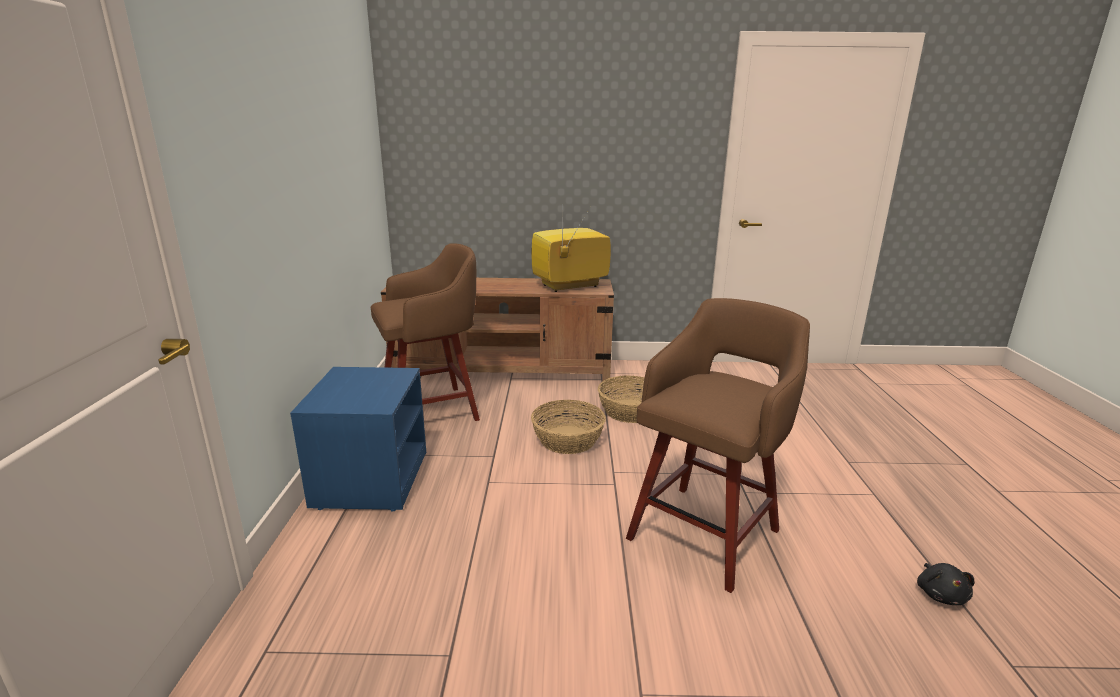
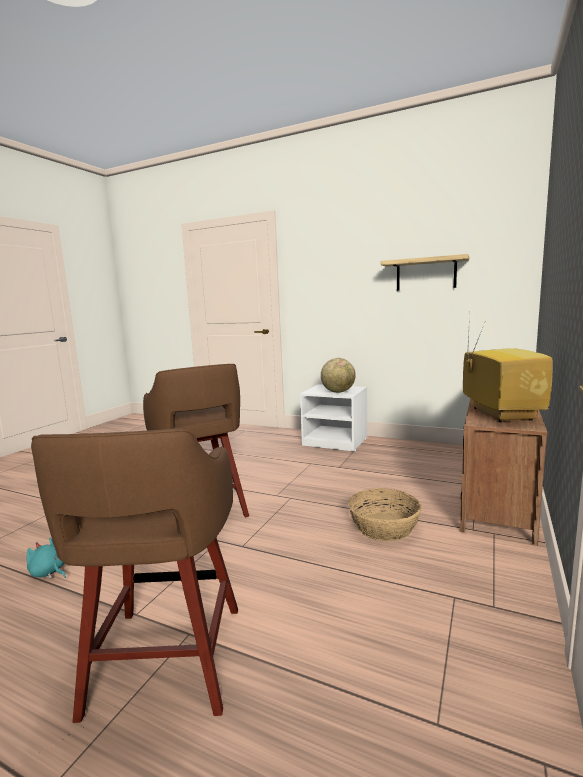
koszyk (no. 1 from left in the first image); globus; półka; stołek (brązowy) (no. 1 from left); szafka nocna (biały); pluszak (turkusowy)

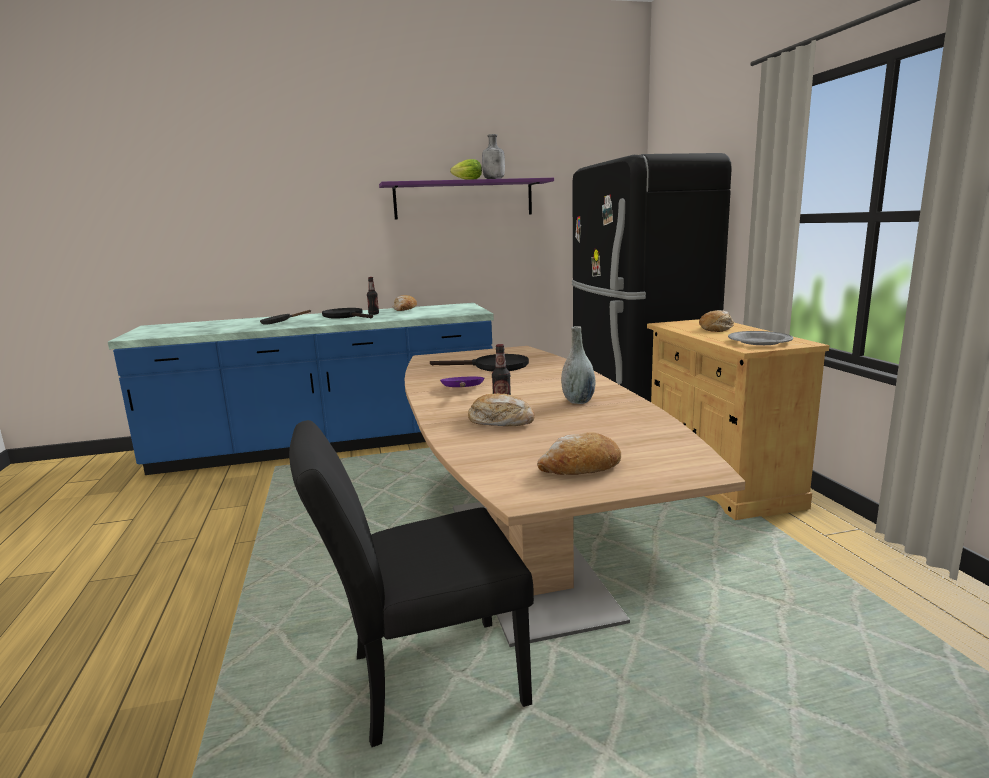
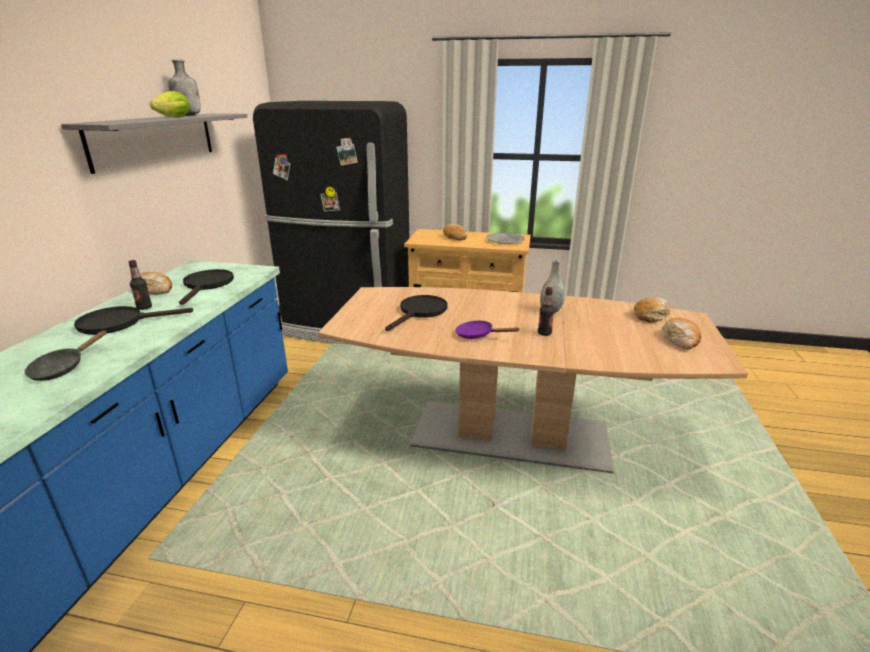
krzesło (czarny); patelnia (czarny) (no. 3 from left); chleb (no. 3 from left); półka (szary)

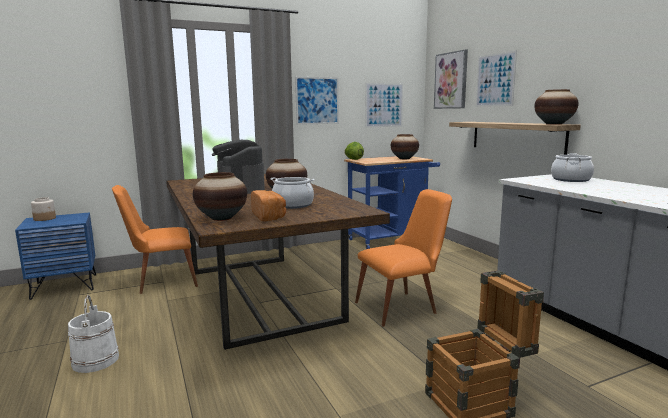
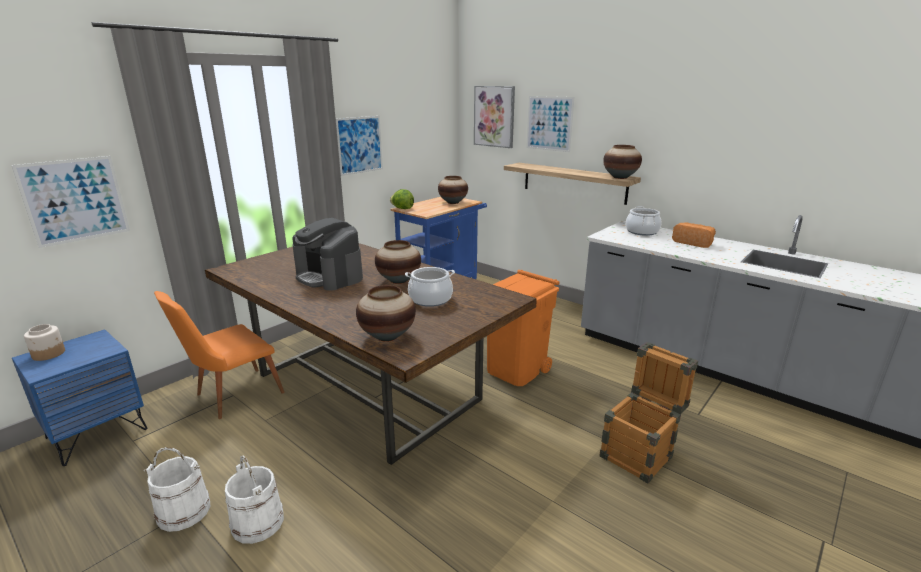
wiadro (biały) (no. 1 from left); chleb; obraz (no. 1 from left); kosz na śmieci (pomarańczowy)

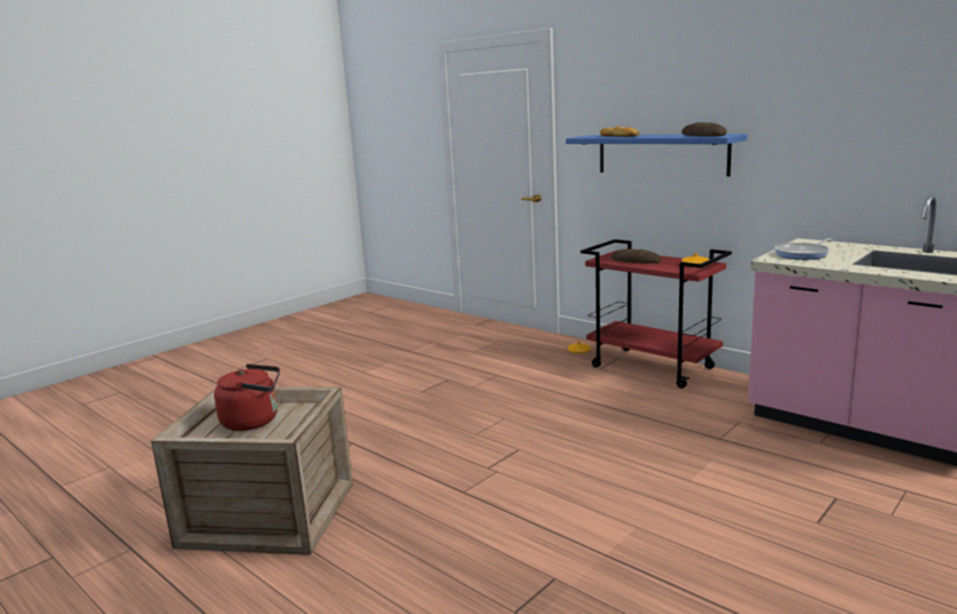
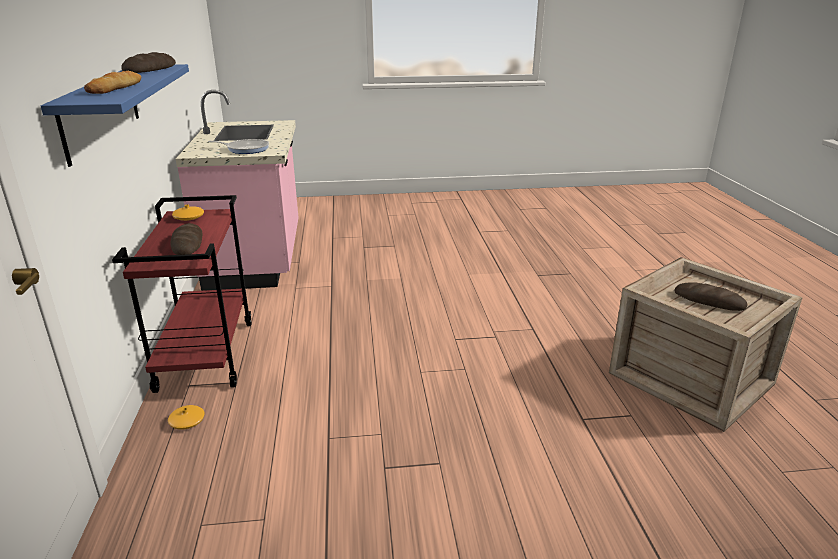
chleb (no. 4 from left)

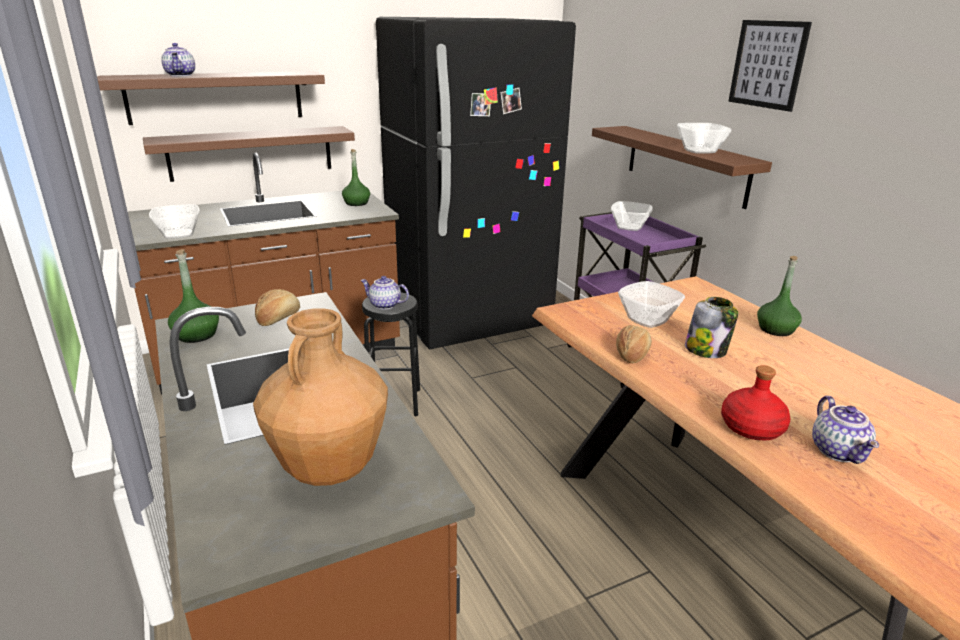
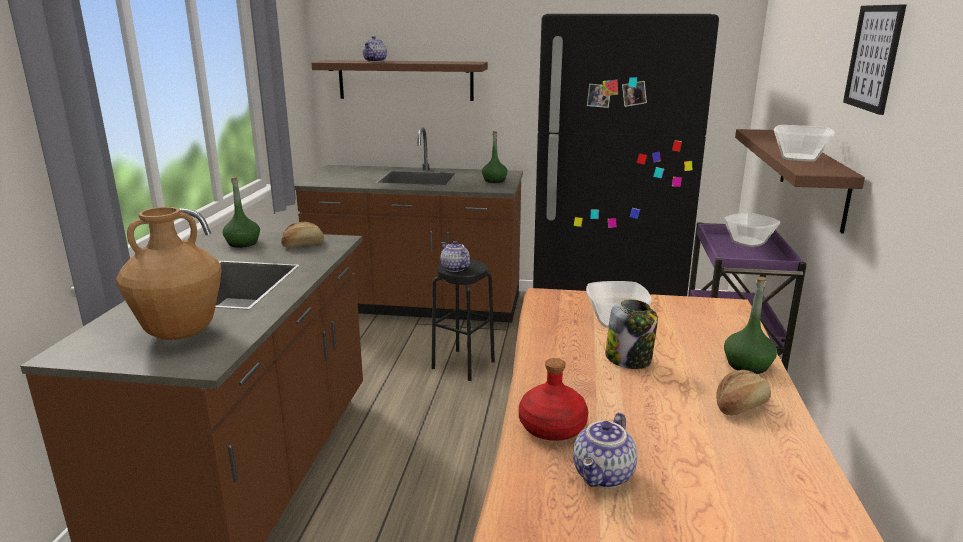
półka (brązowy) (no. 2 from left in the first image); miska (no. 1 from left in the first image); chleb (no. 2 from left)

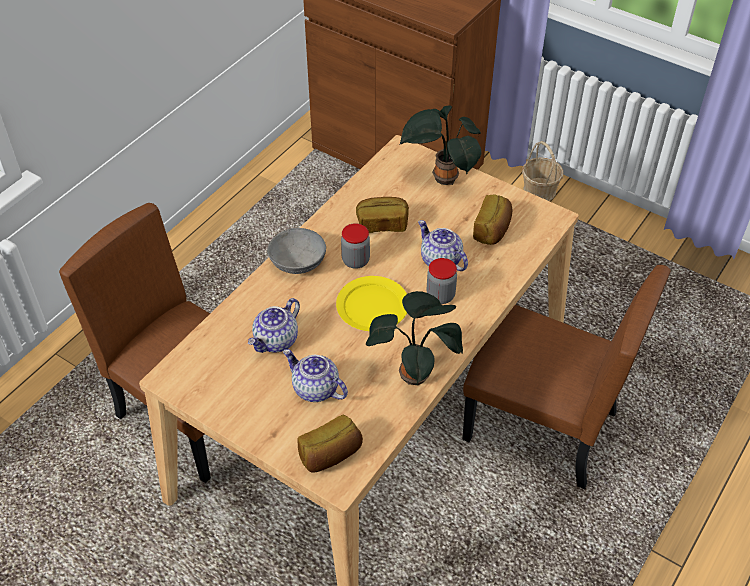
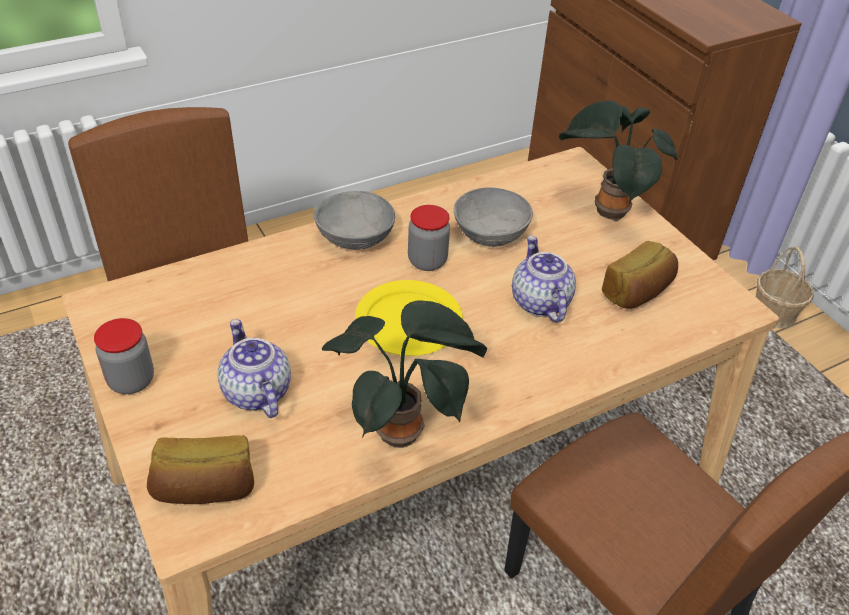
imbryk (no. 1 from left in the first image); słoik (no. 1 from left); miska (szary) (no. 2 from left)

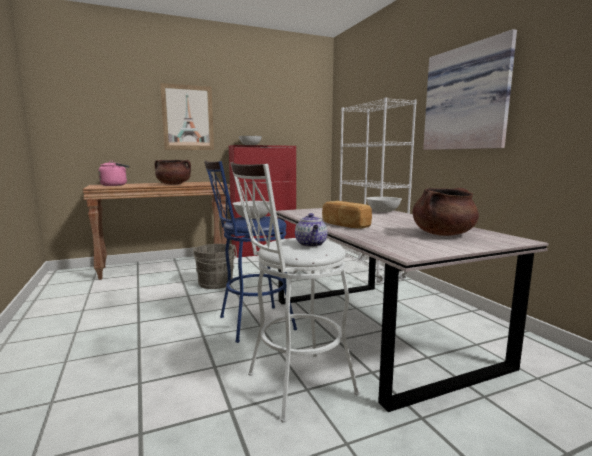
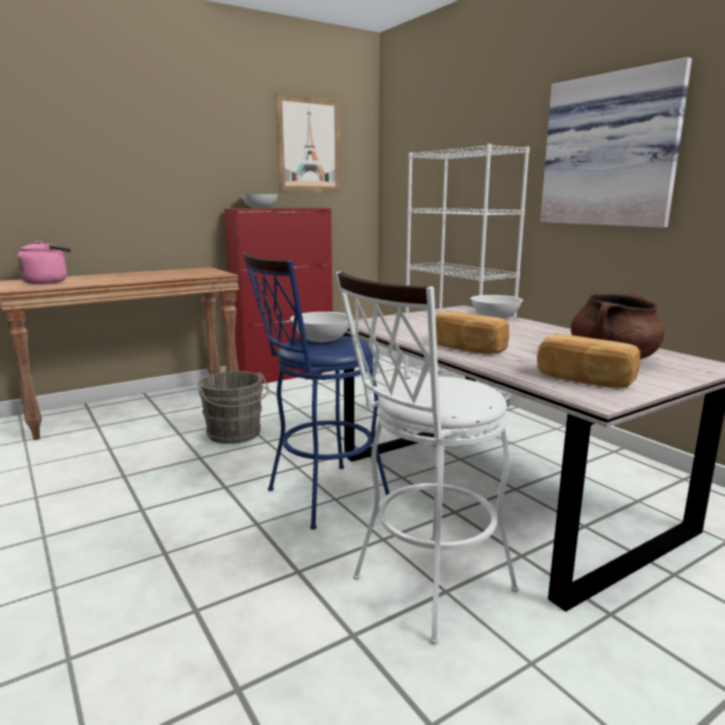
garnek (brązowy) (no. 1 from left in the first image); imbryk; chleb (no. 2 from left); obraz (no. 1 from left)

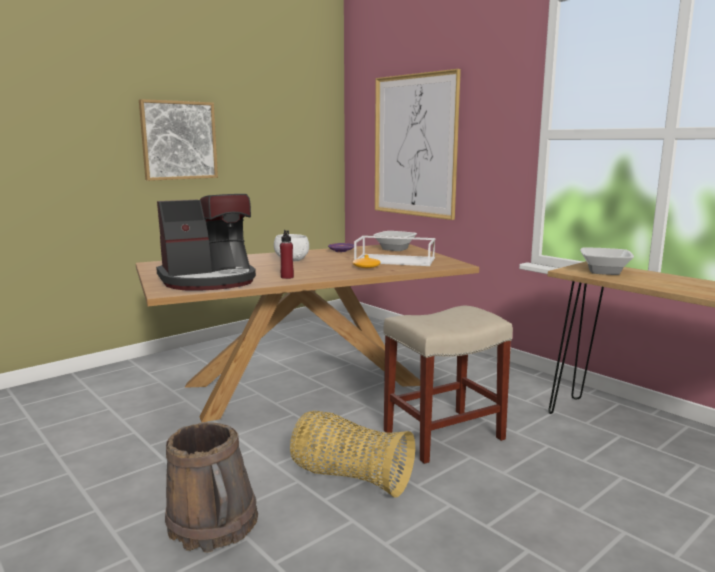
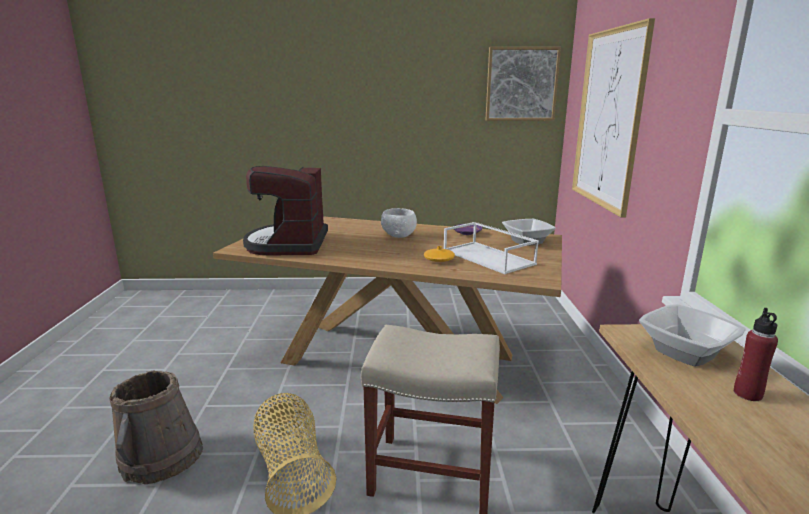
obraz (no. 1 from left); butelka (czerwony); ekspres do kawy

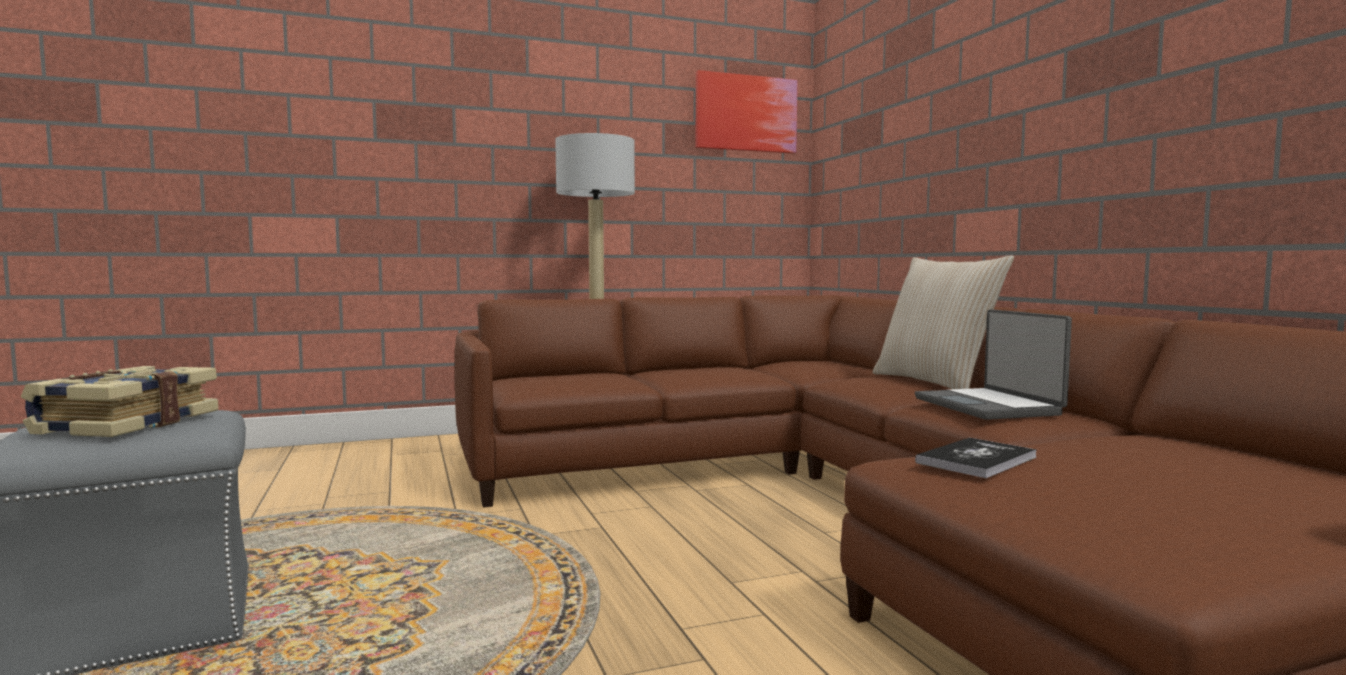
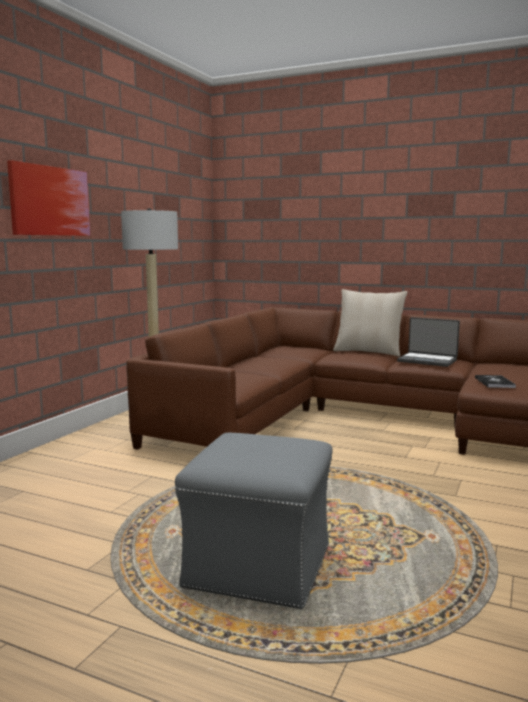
książka (no. 1 from left in the first image); obraz

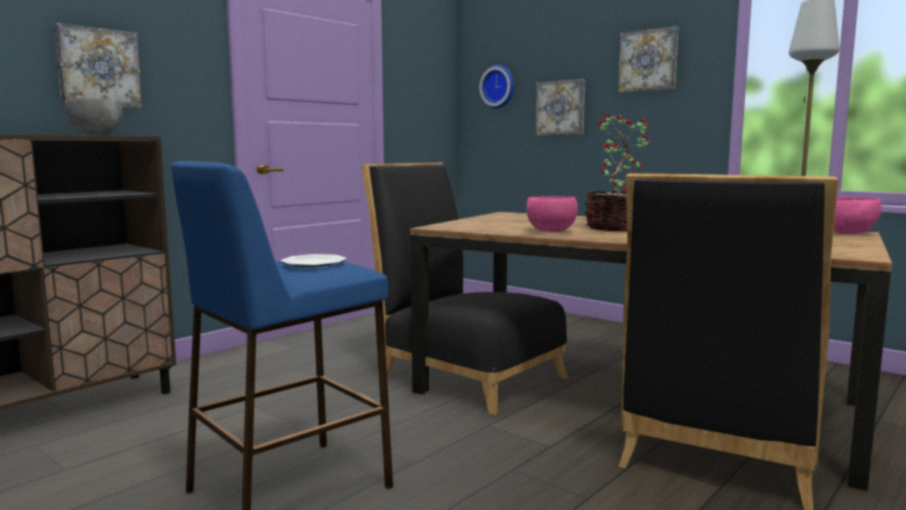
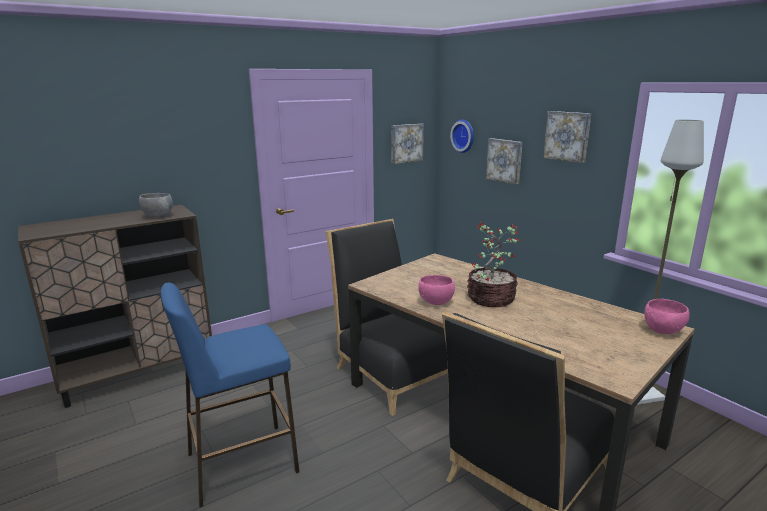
talerz; obraz (no. 1 from left)

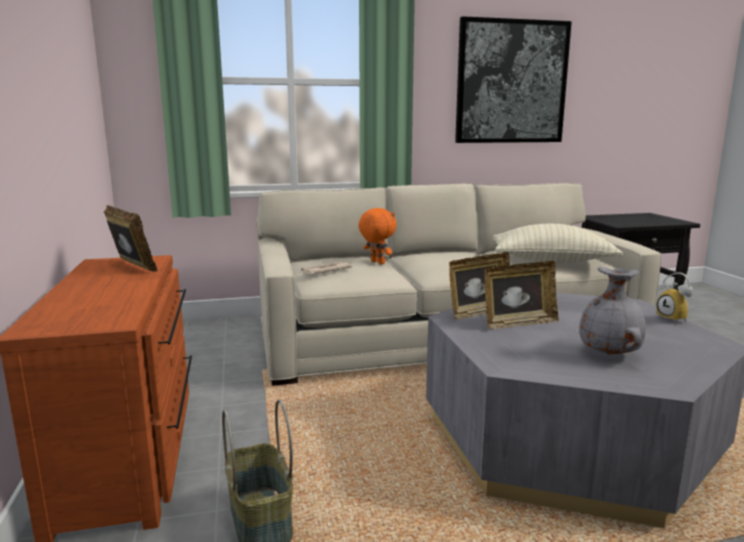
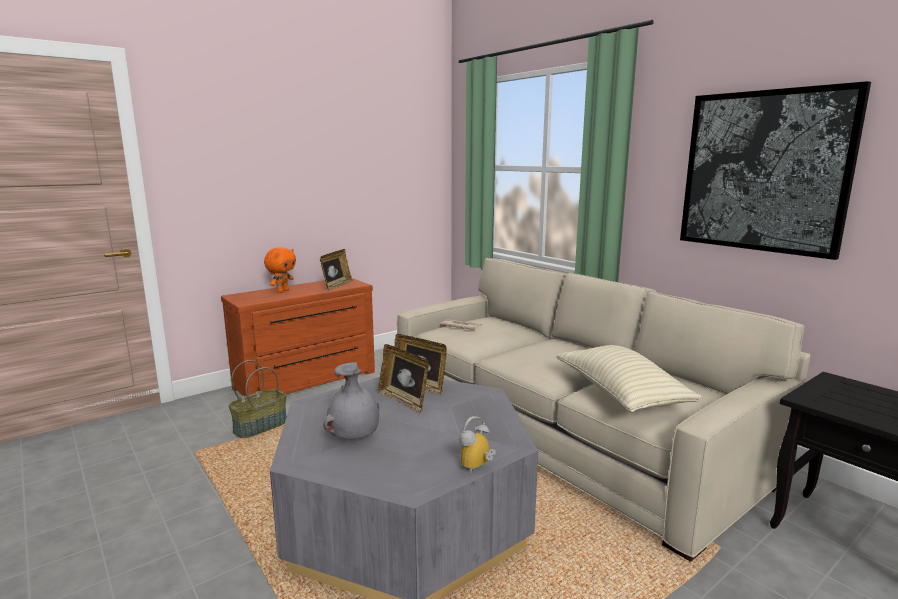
pluszak (pomarańczowy)

